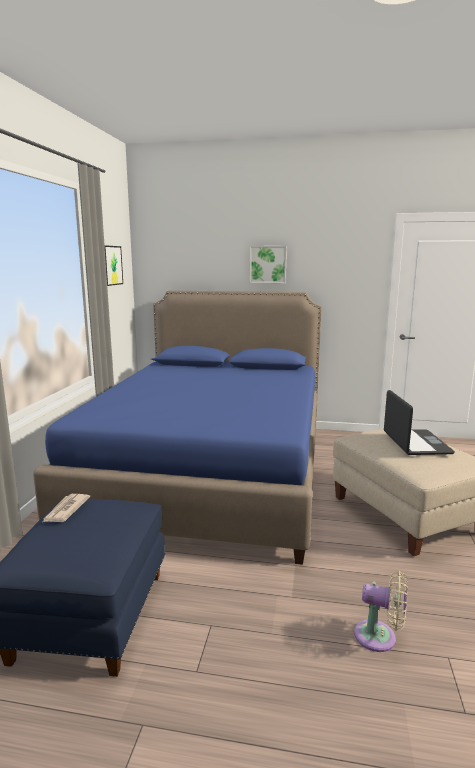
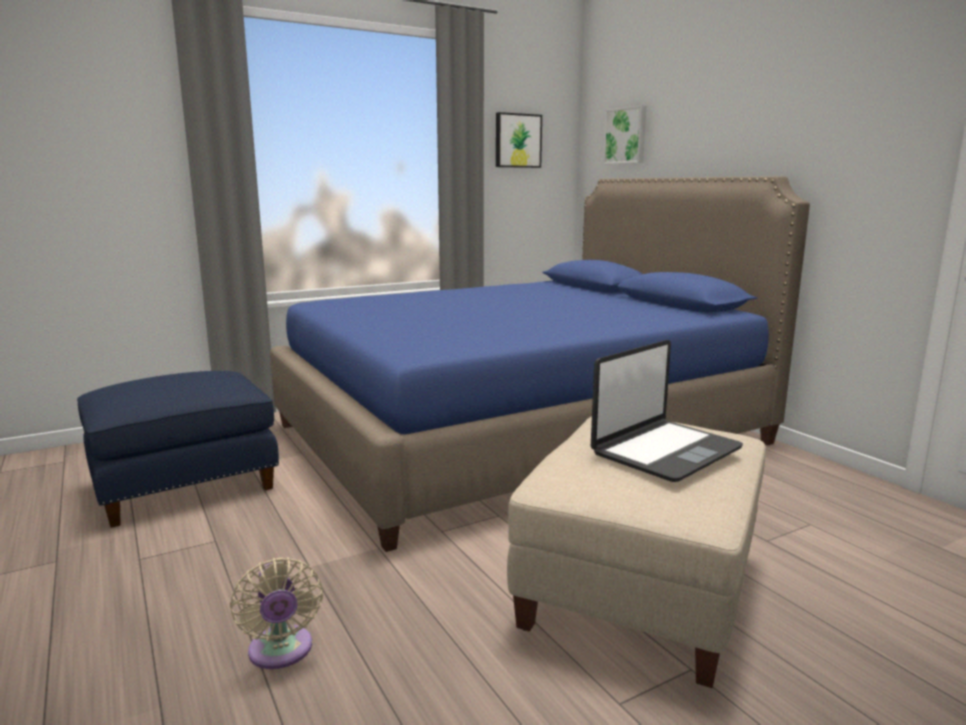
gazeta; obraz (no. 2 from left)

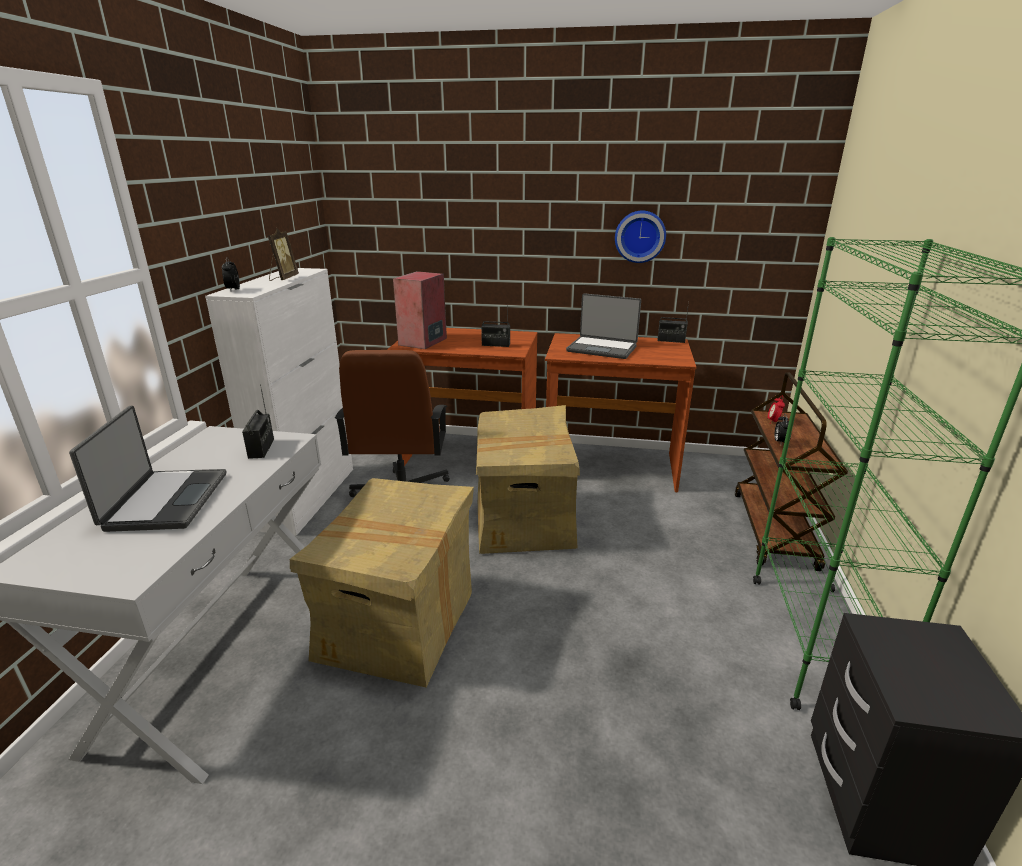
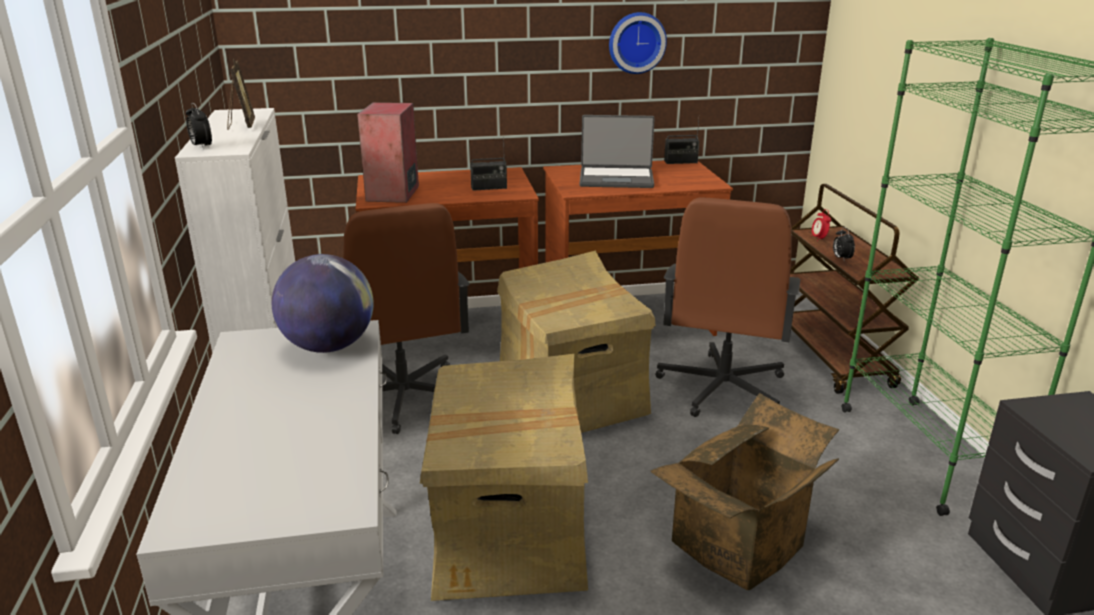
laptop (no. 1 from left in the first image); karton (no. 3 from left); krzesło biurowe (brązowy) (no. 2 from left); globus

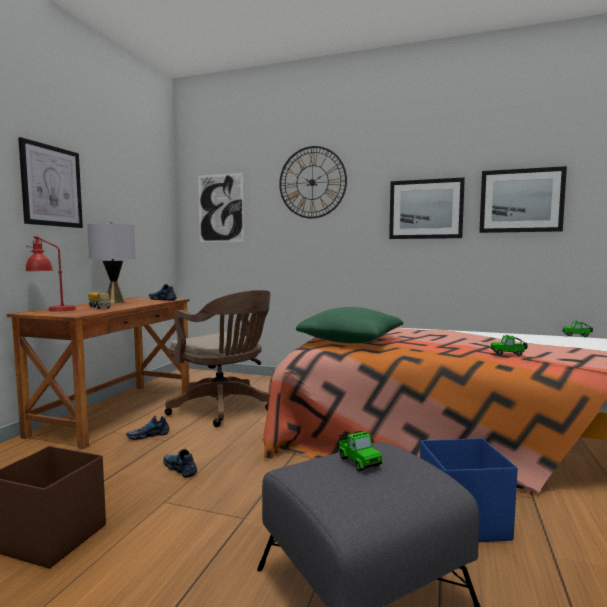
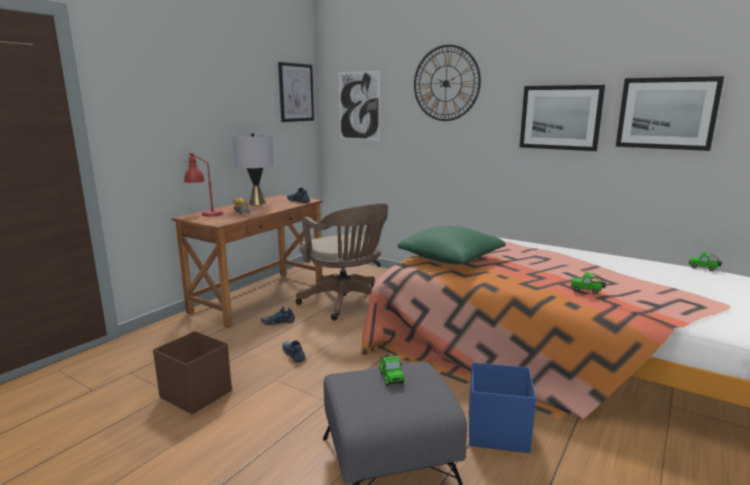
obraz (no. 1 from left)

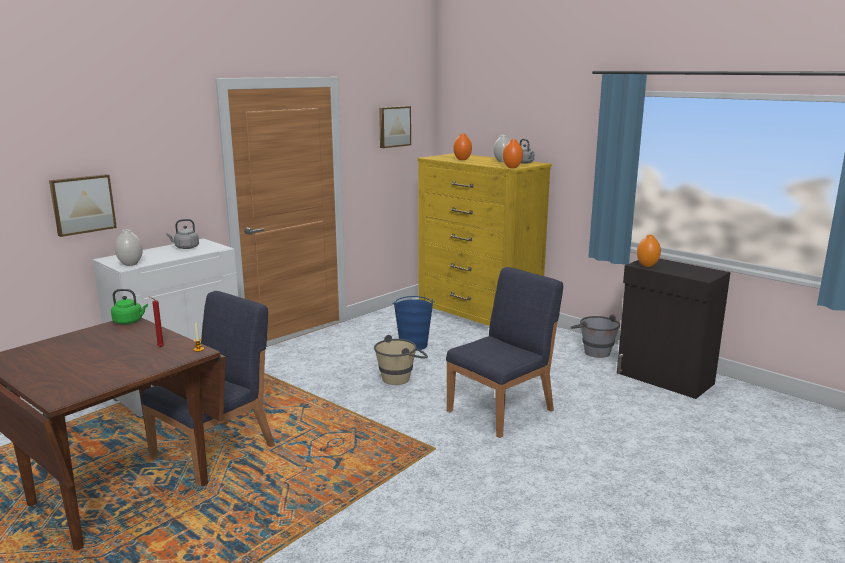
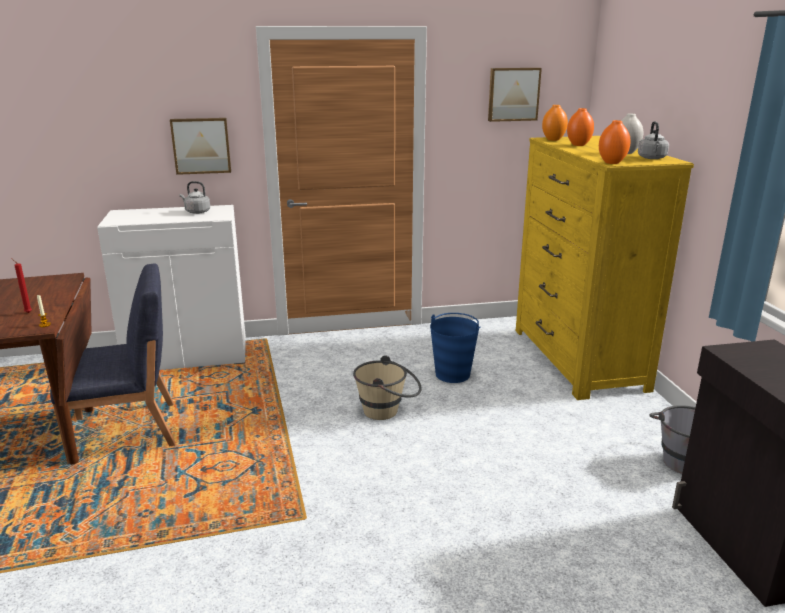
czajnik (zielony); wazon (biały) (no. 1 from left in the first image); krzesło (niebieski) (no. 2 from left in the first image); obraz (no. 1 from left); wazon (pomarańczowy) (no. 1 from left)

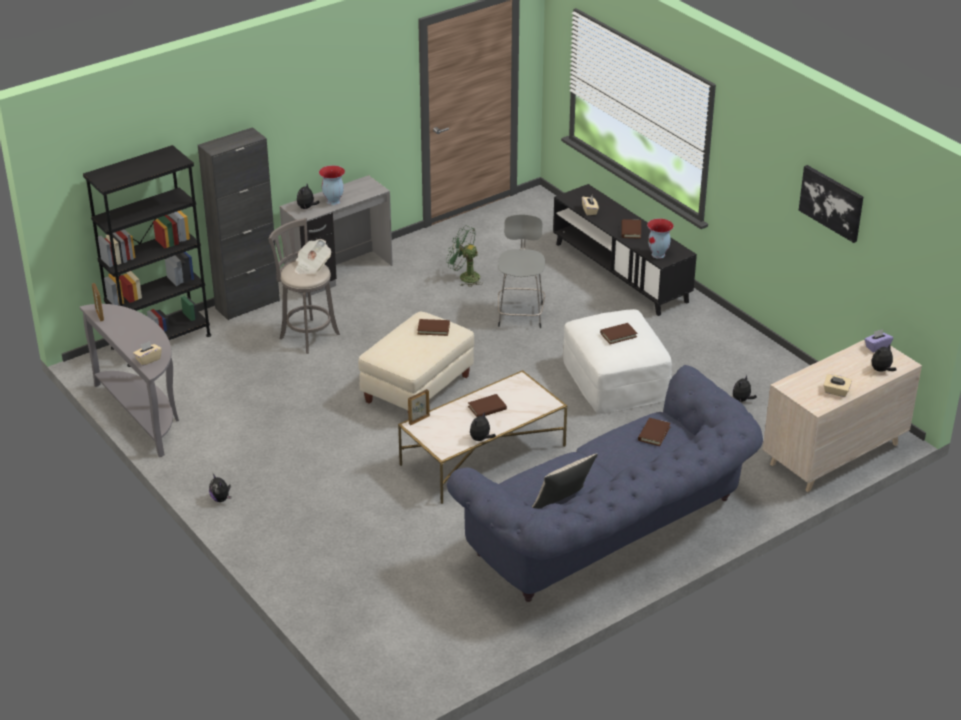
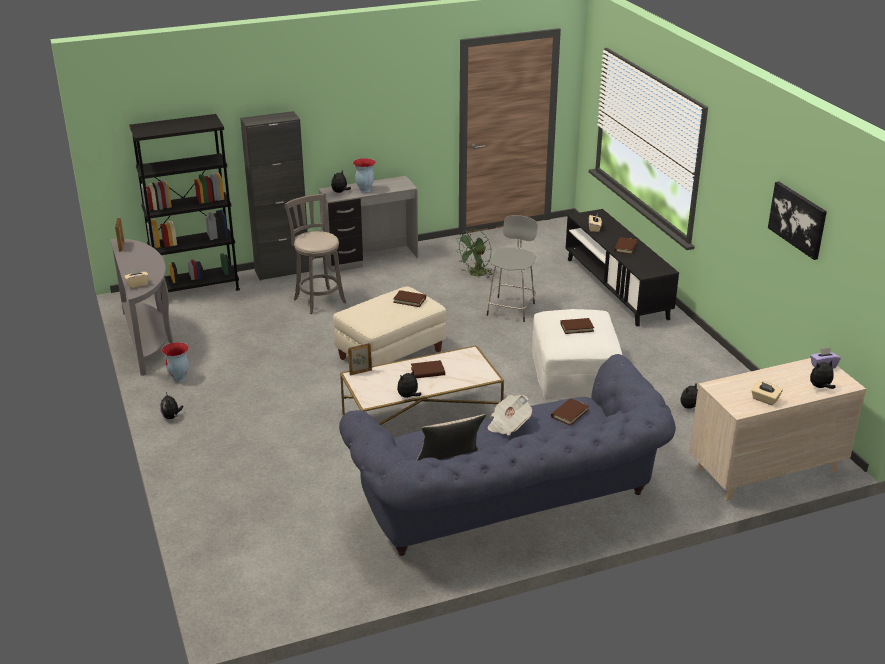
gazeta; wazon (no. 1 from left); wentylator (zielony)

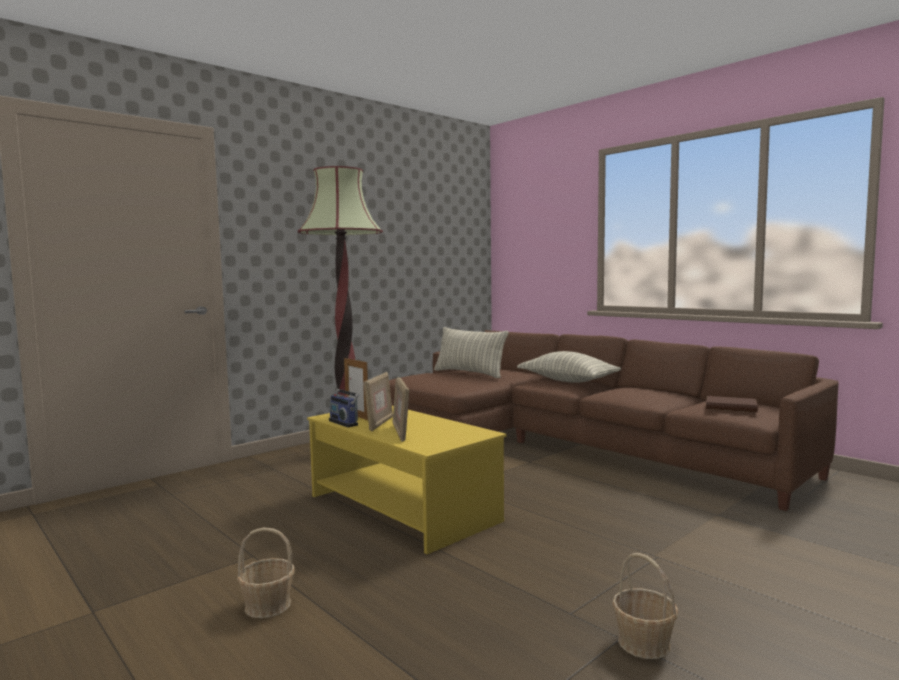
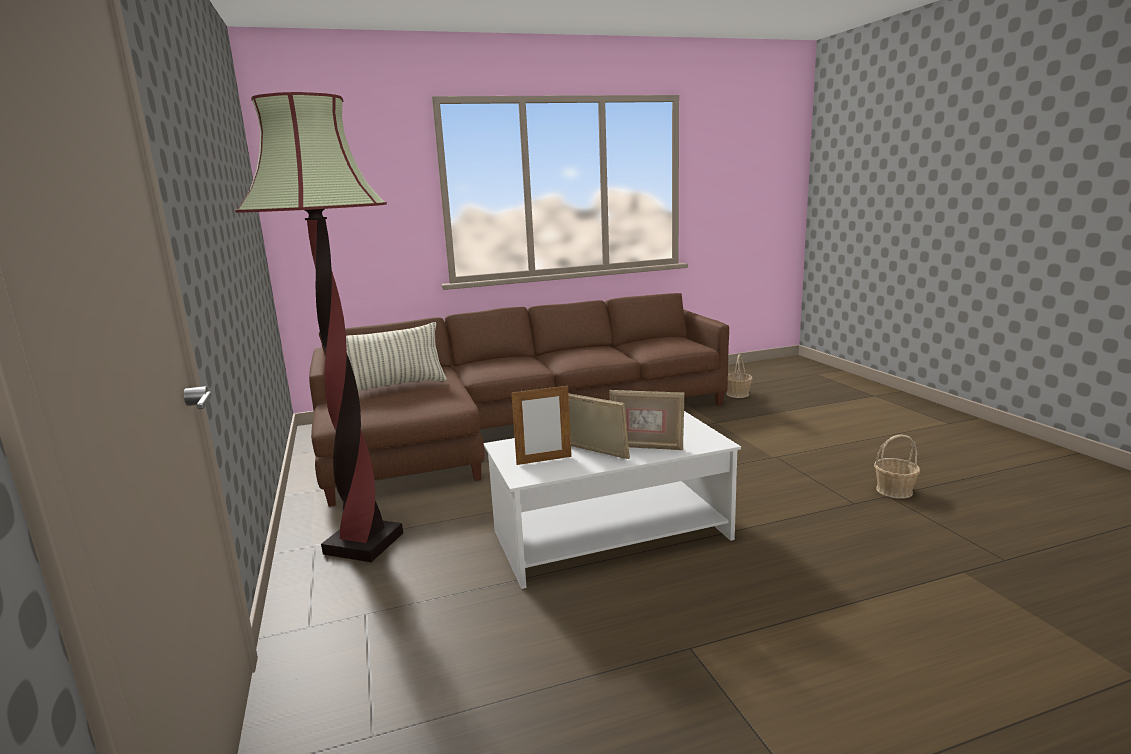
radio; poduszka (no. 2 from left in the first image); książka (brązowy); koszyk (no. 1 from left); ława (biały)

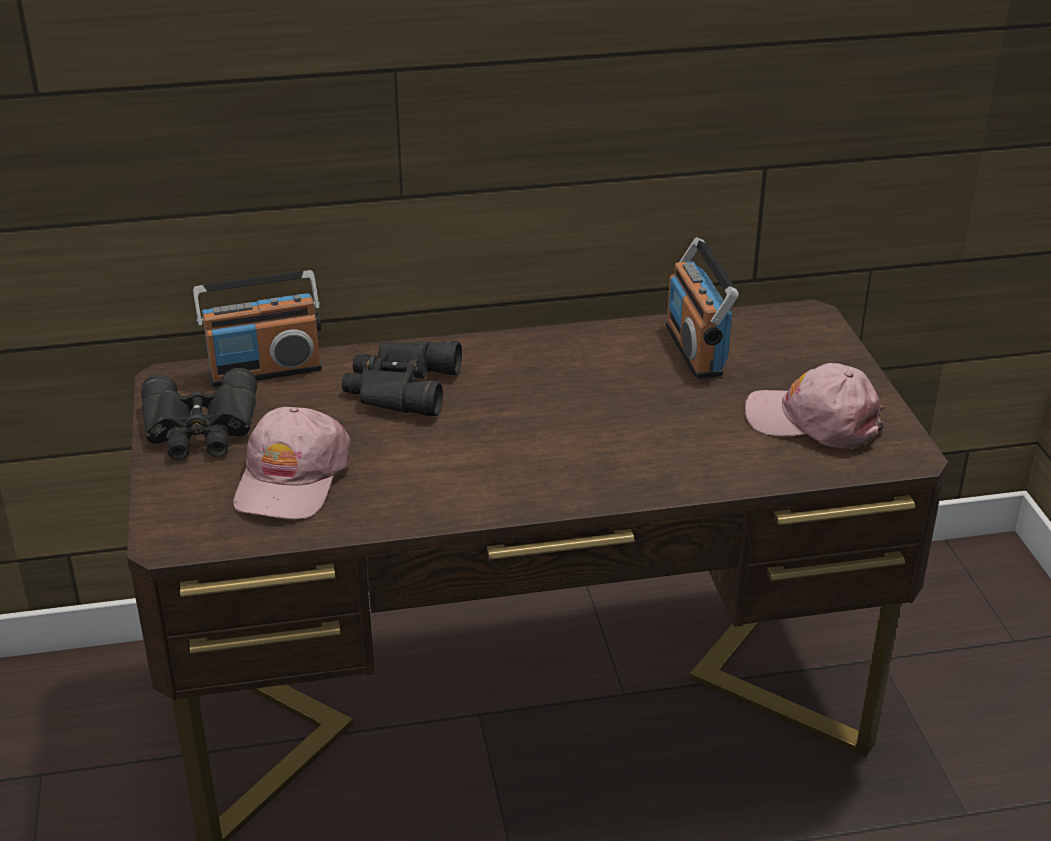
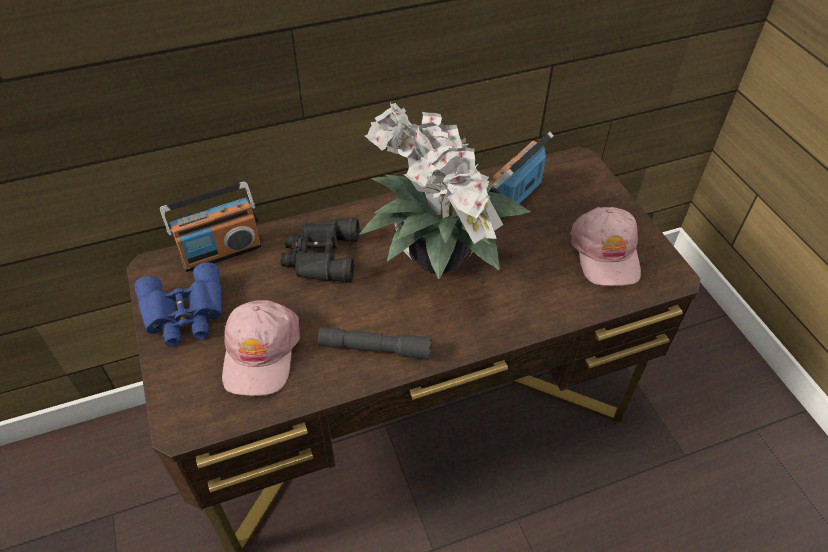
latarka (szary); roślina doniczkowa; lornetka (niebieski); radio (no. 2 from left); czapka z daszkiem (różowy) (no. 2 from left)

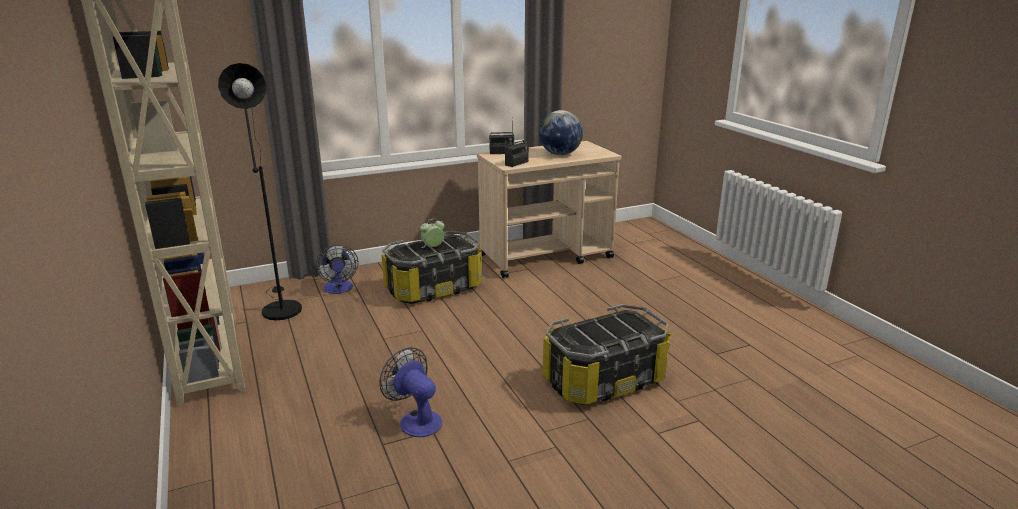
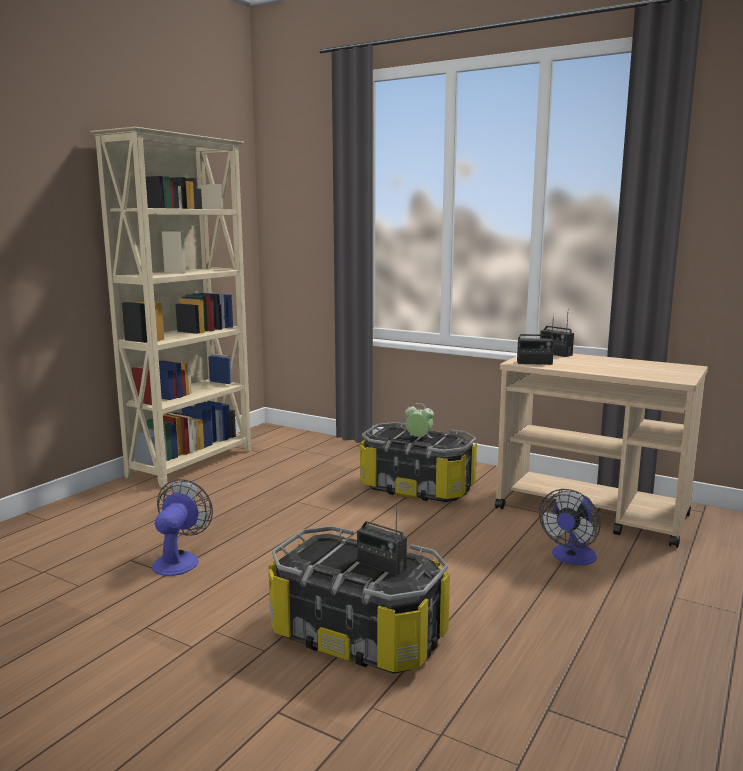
lampa stojąca (czarny); globus; radio (no. 1 from left); wentylator (no. 2 from left)

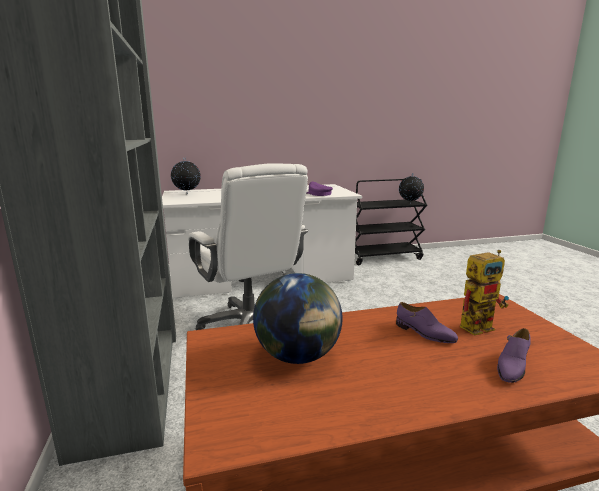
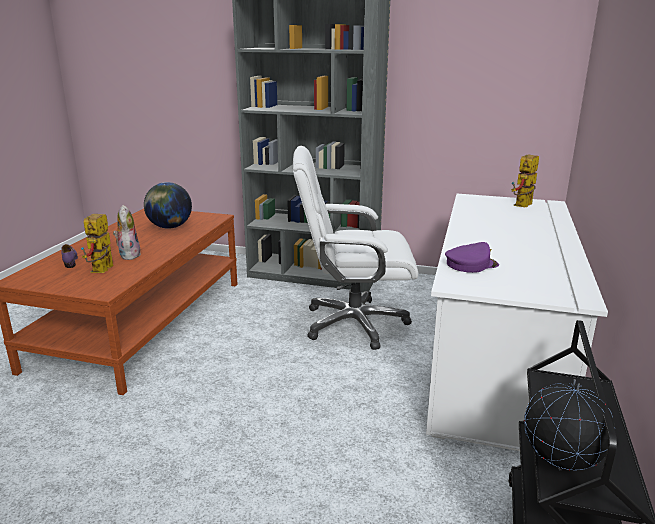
robot zabawkowy (no. 2 from left); pluszak

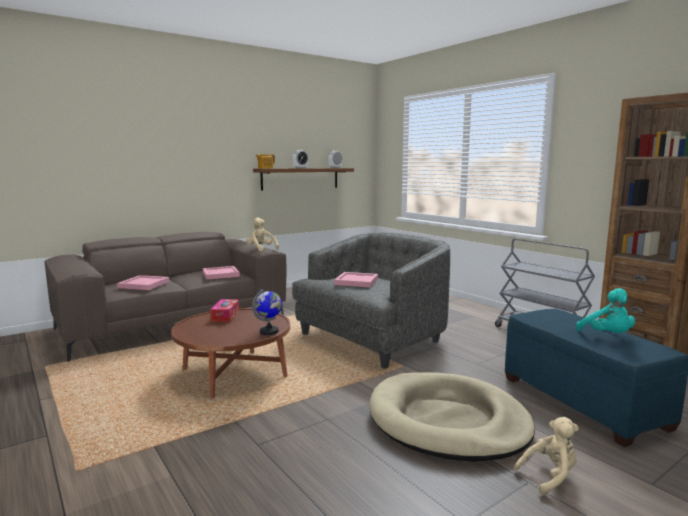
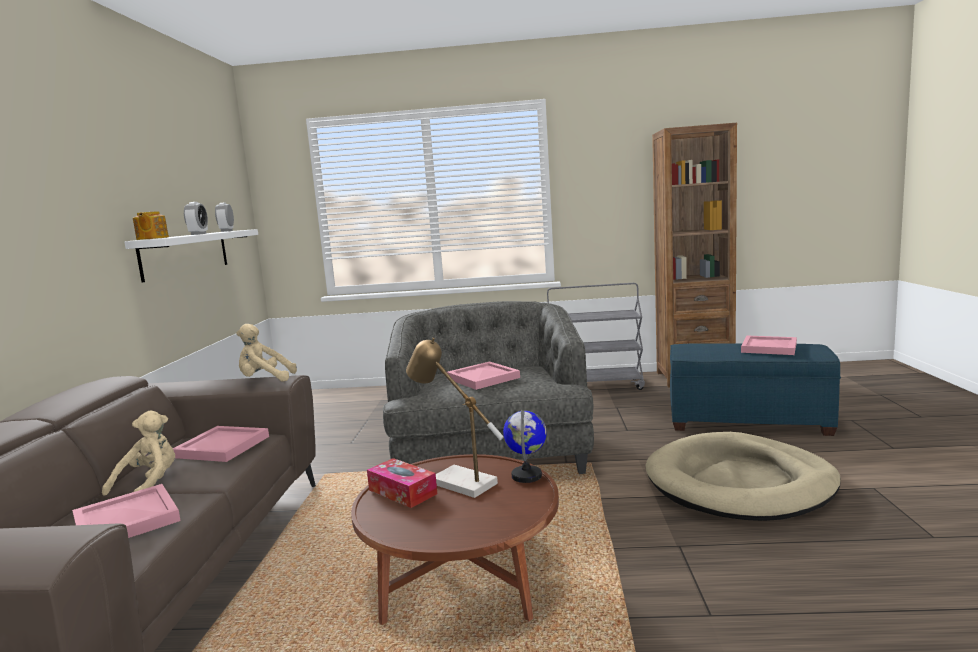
lampa stołowa; pluszak (beżowy) (no. 1 from left); taca (różowy) (no. 4 from left); półka (biały)

